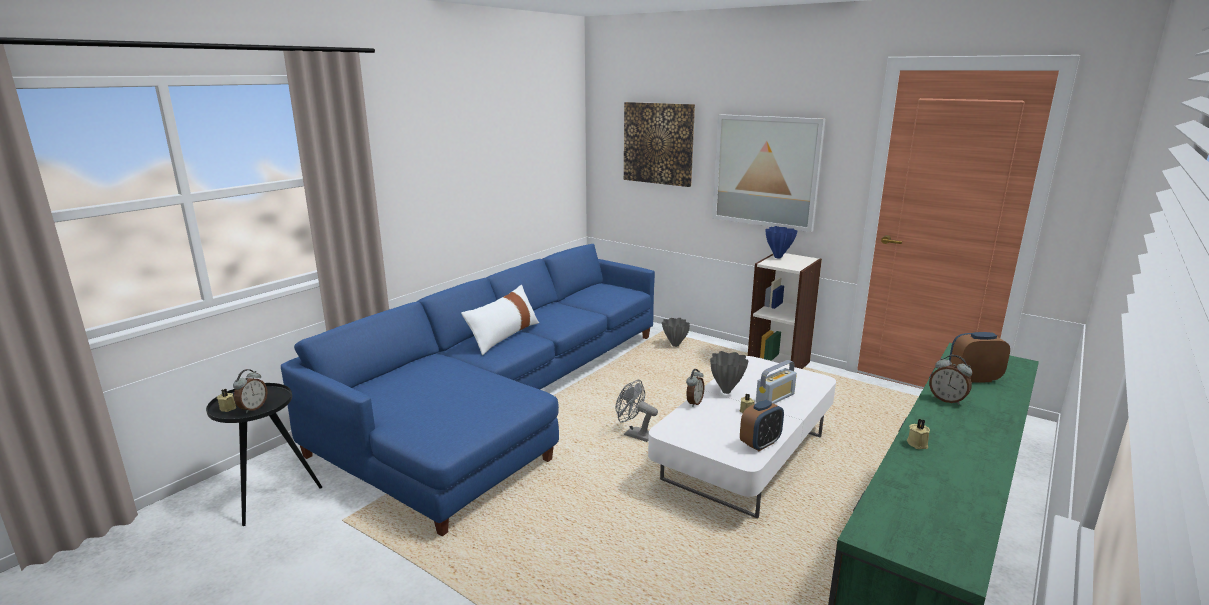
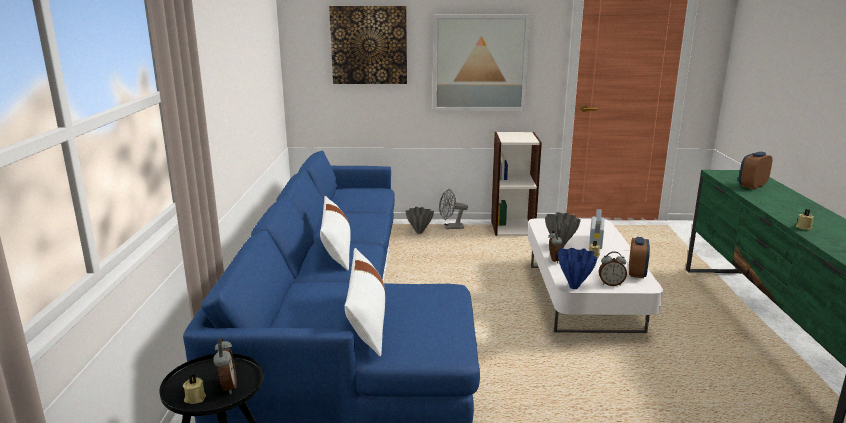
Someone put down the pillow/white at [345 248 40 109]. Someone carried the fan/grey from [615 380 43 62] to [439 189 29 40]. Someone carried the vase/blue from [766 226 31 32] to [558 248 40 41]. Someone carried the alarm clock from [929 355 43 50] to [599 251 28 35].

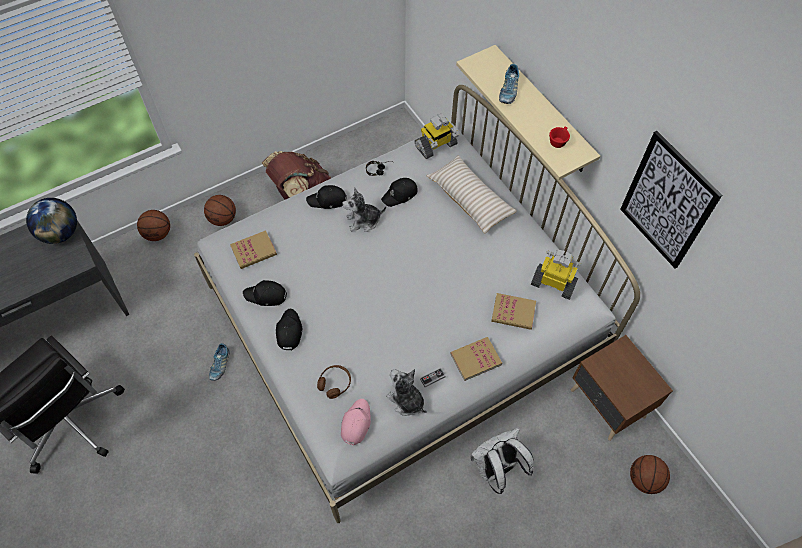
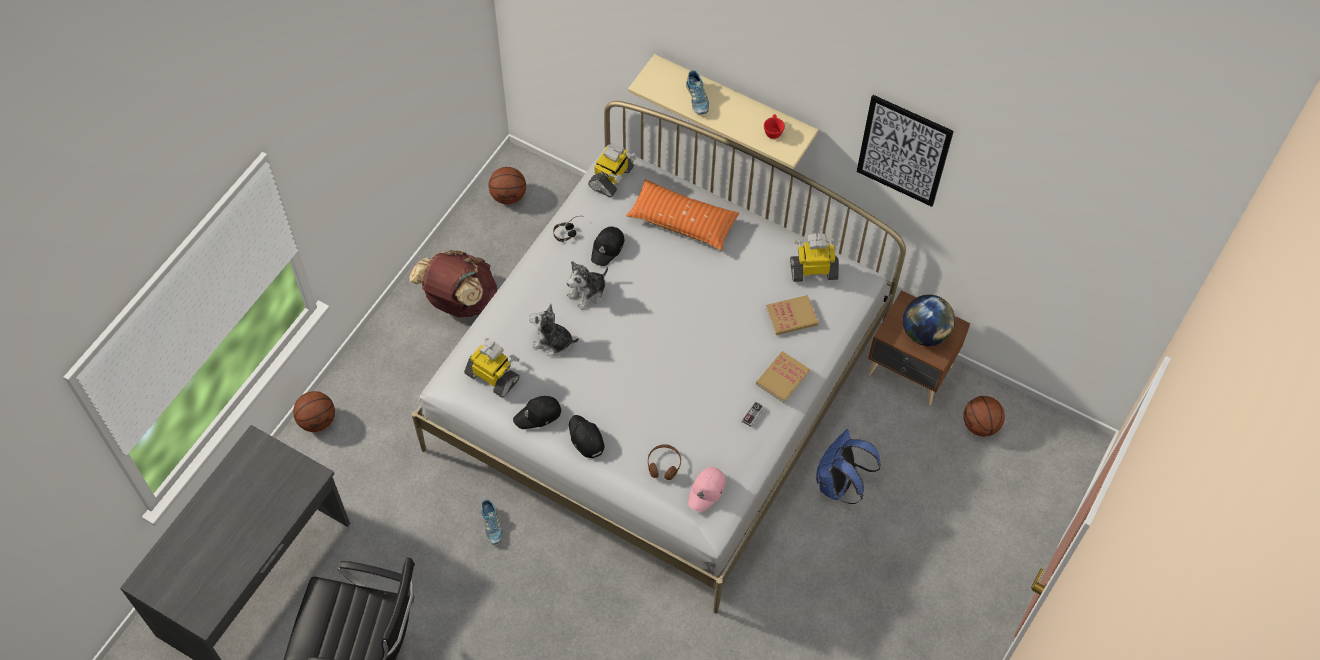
Someone swapped the book at [230 230 47 39] for the toy robot at [464 338 56 60]. Someone carried the basketball from [204 195 32 31] to [489 167 37 37]. Someone carried the plush toy from [386 369 41 47] to [529 304 50 52]. Someone repainted the pillow/beige at [426 156 91 78], which became the pillow/orange at [626 179 113 72]. Someone rotated the cap/pink at [341 399 30 47] by 135 degrees counterclockwise. Someone repainted the backpack/white at [471 428 63 66], which became the backpack/blue at [816 429 65 75]. Someone carried the globe from [26 198 51 46] to [903 295 52 51]. Someone took away the cap/black at [306 185 41 24].

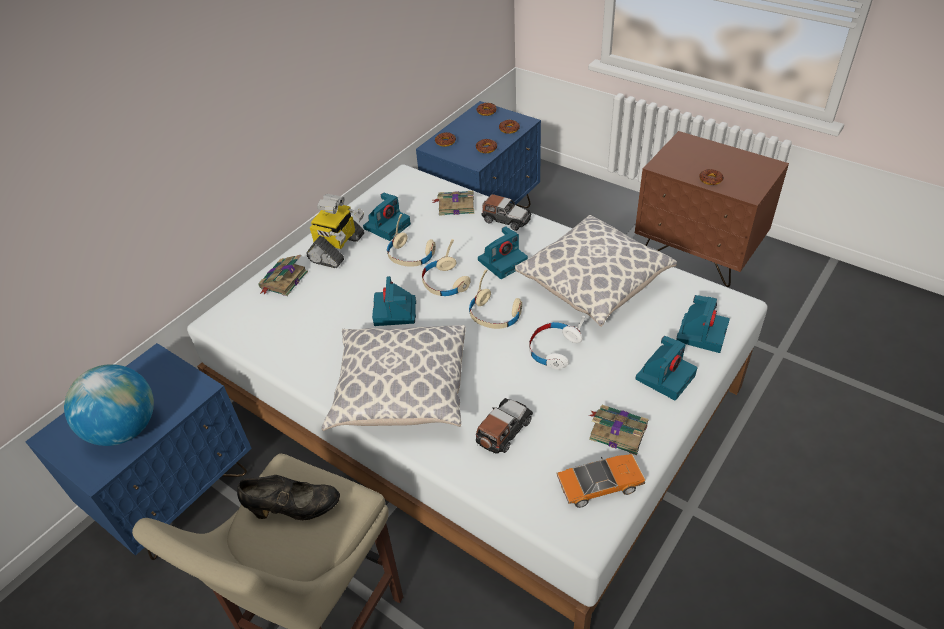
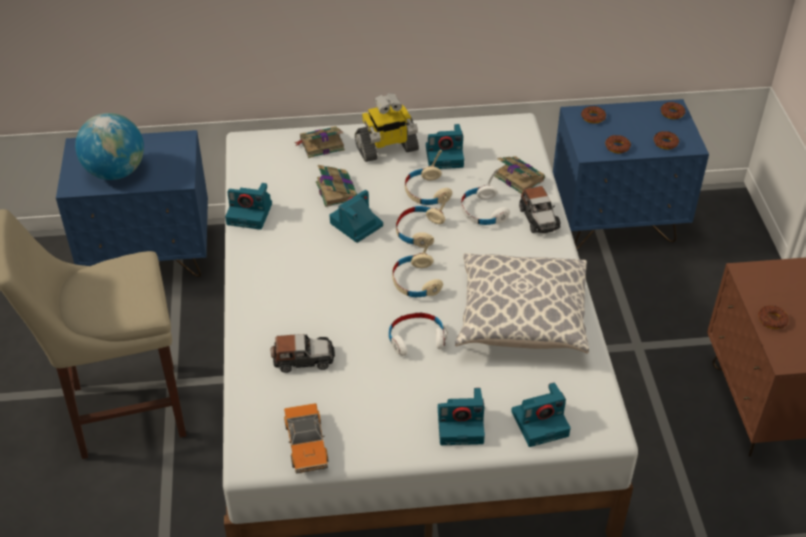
Someone carried the photo camera from [478 226 50 53] to [225 183 47 47]. Someone rotated the toy car at [557 454 89 54] by 45 degrees clockwise. Someone carried the book from [589 405 60 50] to [316 165 41 42]. Someone put down the headphones/white at [461 168 49 57]. Someone took away the shoe/black at [237 475 103 45]. Someone took away the pillow at [322 325 144 106].

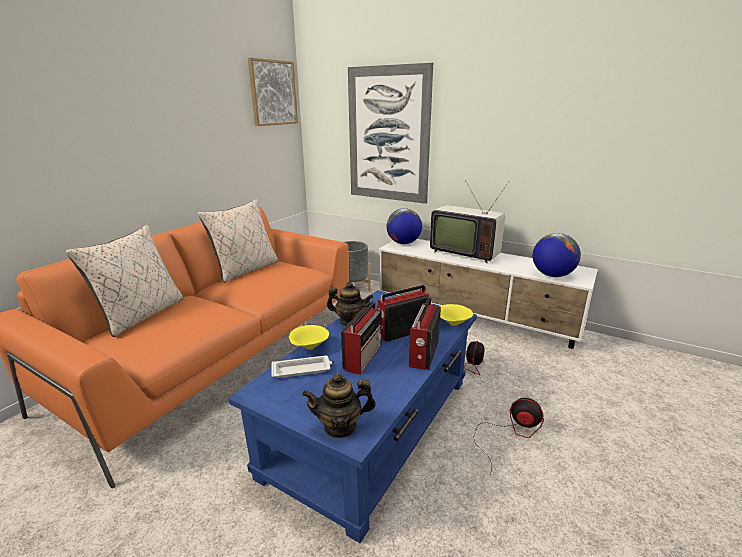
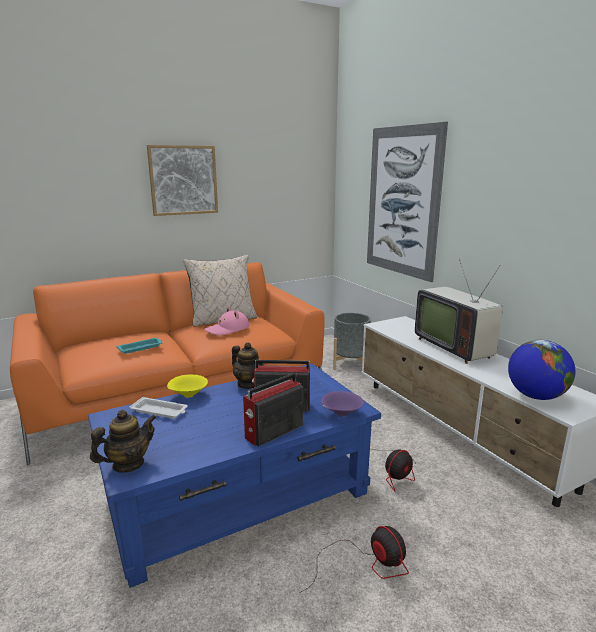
Someone rotated the teapot at [302 373 73 66] by 120 degrees clockwise. Someone put down the tray/turquoise at [116 338 47 16]. Someone carried the picture from [248 58 50 68] to [147 145 71 71]. Someone put down the hat/pink at [204 307 45 28]. Someone repainted the bowl/yellow at [440 304 33 22], which became the bowl/purple at [321 391 43 26]. Someone took away the pillow/beige at [66 225 117 112]. Someone took away the radio at [341 301 41 74]. Someone took away the globe at [387 208 35 36].

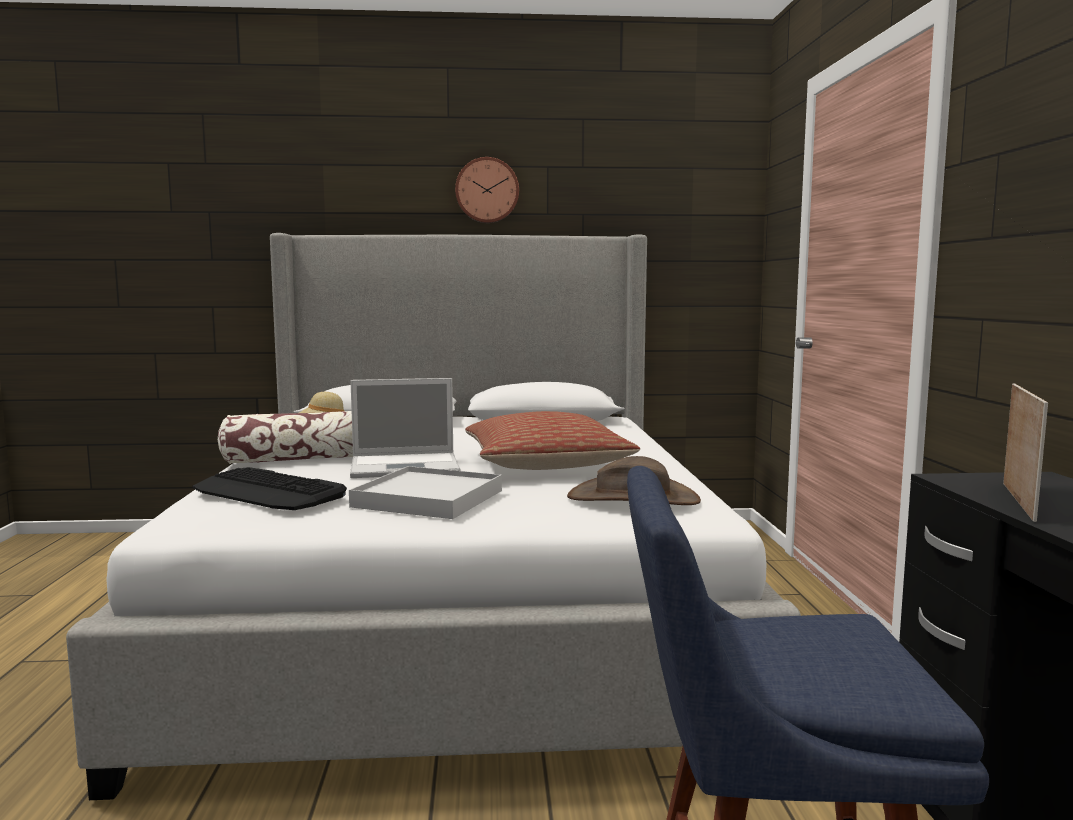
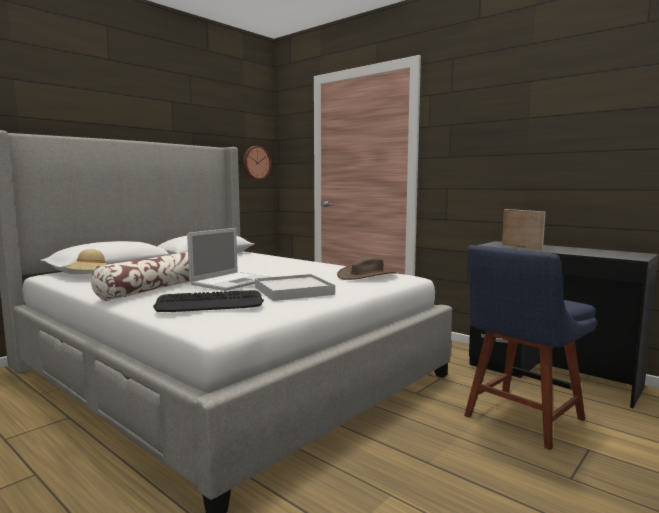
Someone carried the wall clock from [455 157 64 66] to [243 146 28 34]. Someone took away the pillow at [465 411 175 59].

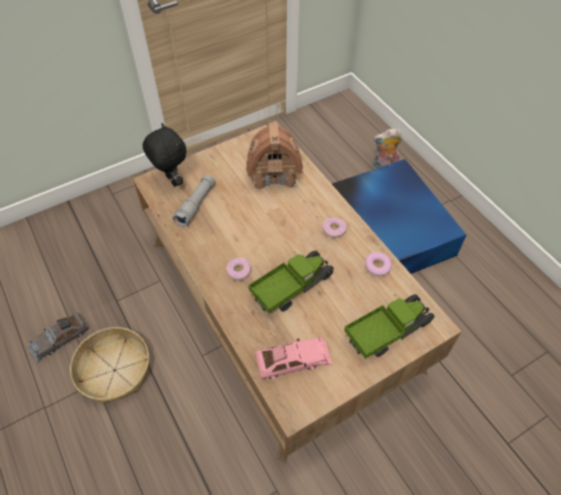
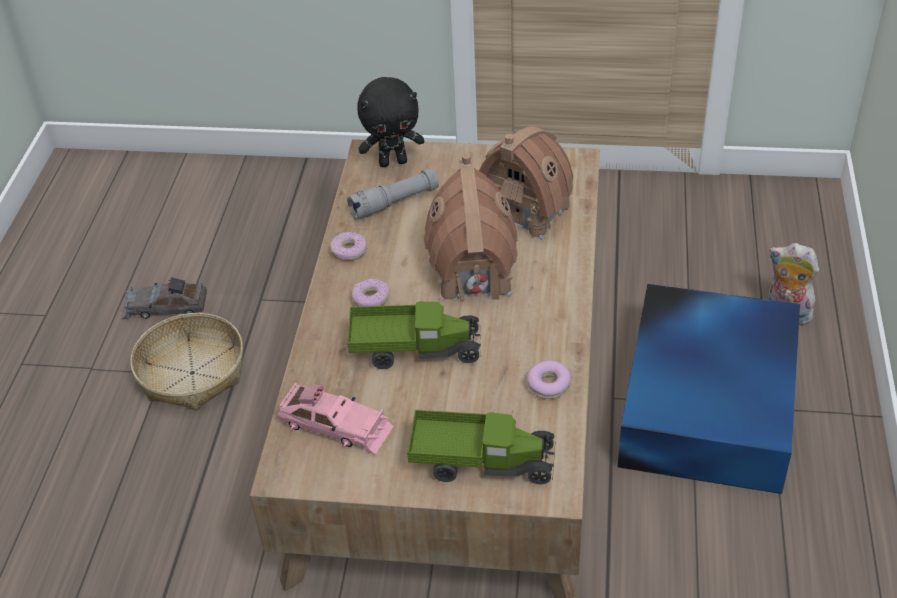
Someone carried the donut from [322 217 25 21] to [330 232 37 29]. Someone rotated the plush toy/black at [142 123 44 63] by 75 degrees clockwise. Someone put down the toy house at [424 153 94 149].

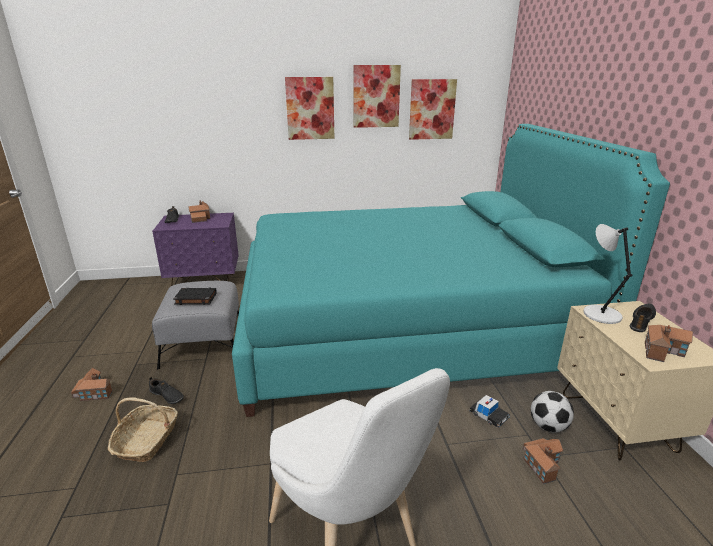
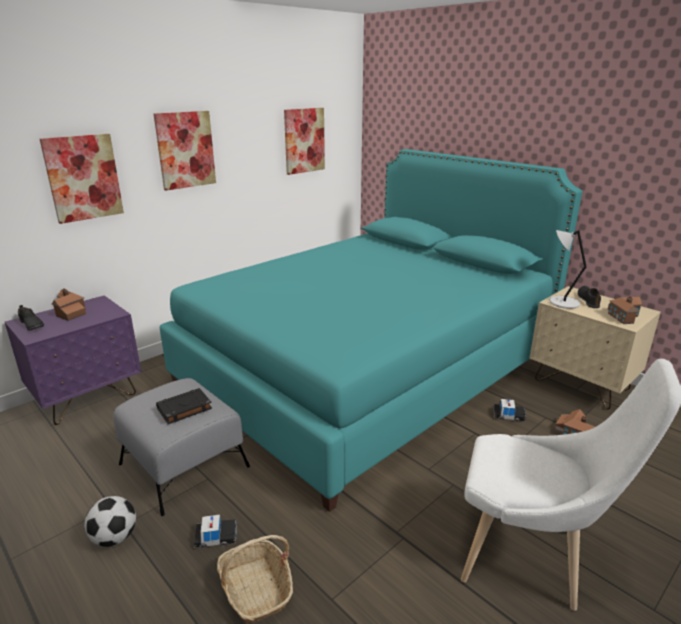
Someone carried the picture from [353 65 48 63] to [40 134 84 90]. Someone carried the football from [531 391 43 42] to [84 496 52 51]. Someone swapped the shoe/black at [149 377 35 27] for the toy car at [194 514 43 35]. Someone took away the toy house at [71 368 41 33].

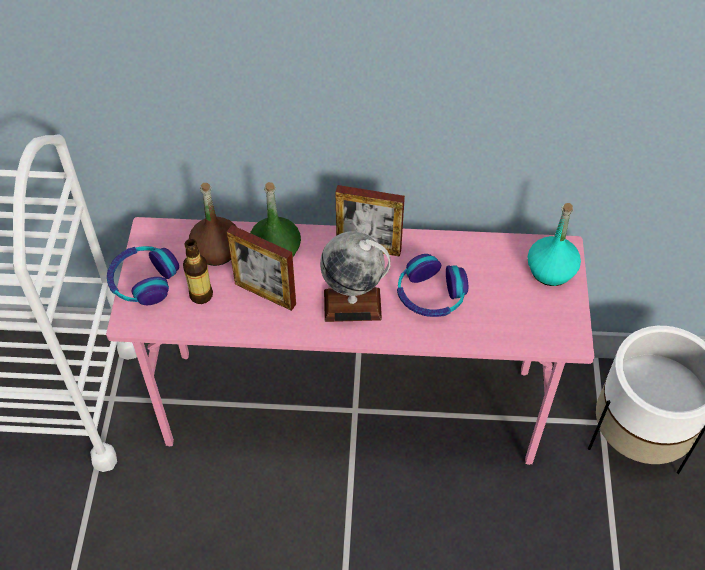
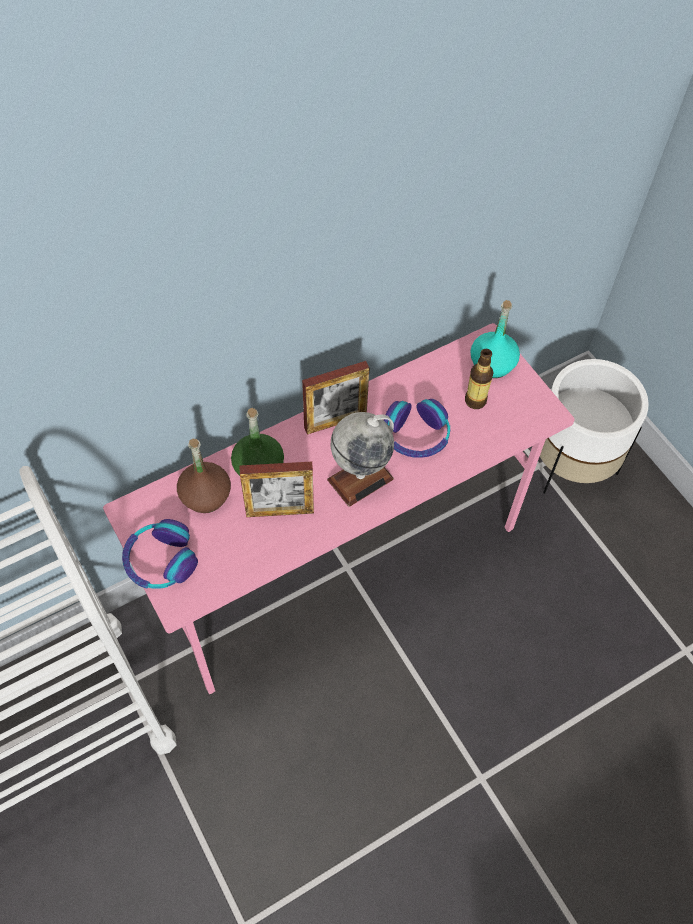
Someone carried the bottle from [183 239 30 65] to [465 349 29 60].

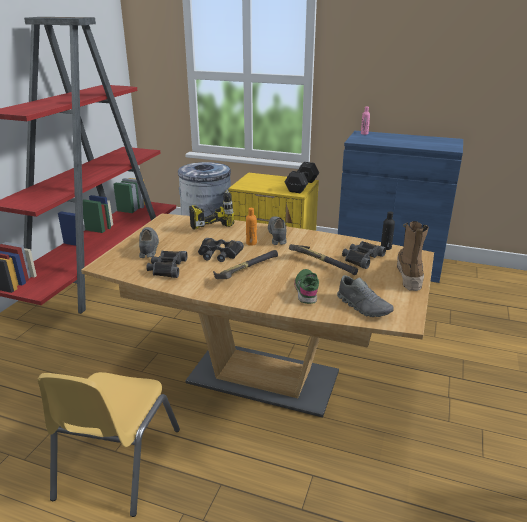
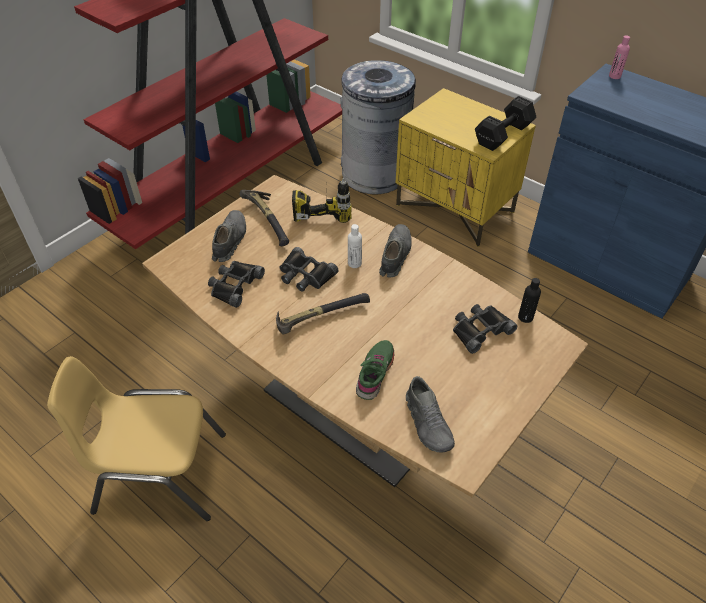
Someone rotated the chair/yellow at [37 372 143 145] by 60 degrees clockwise. Someone carried the hammer from [289 244 69 31] to [239 190 50 56]. Someone repainted the bottle/orange at [246 208 11 38], which became the bottle/white at [348 224 14 44]. Someone took away the boot at [397 221 32 70].

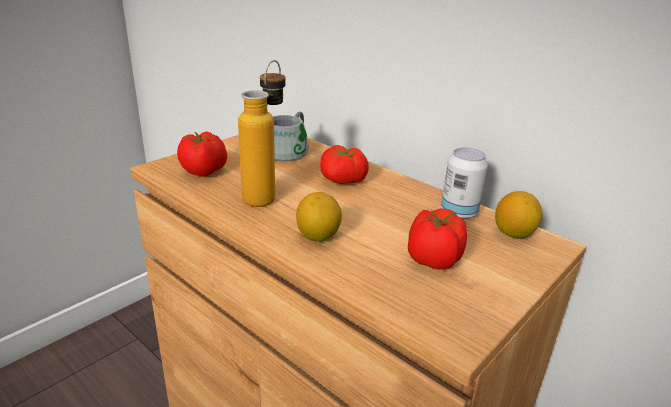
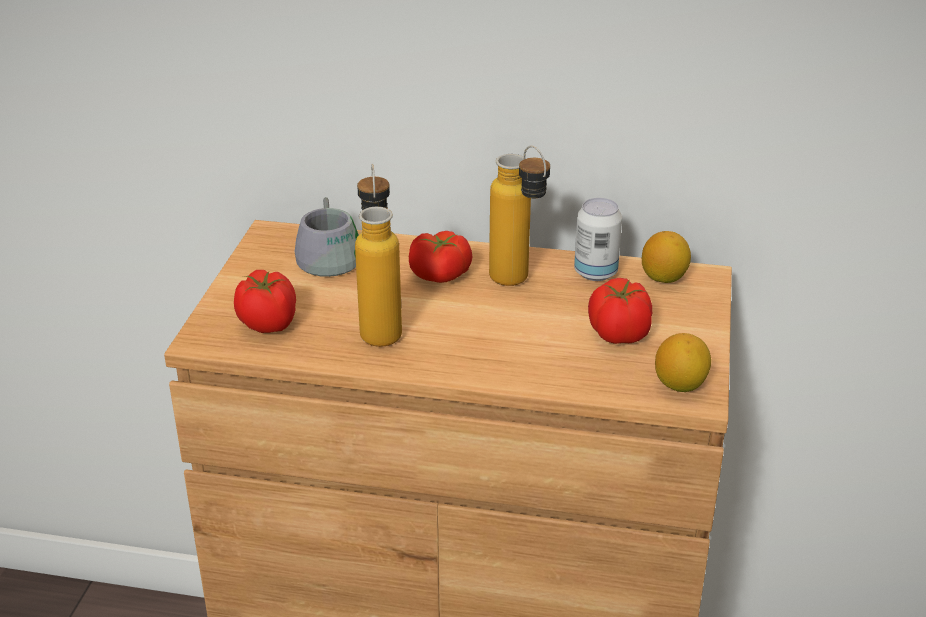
Someone put down the bottle at [489 146 61 140]. Someone carried the lemon from [296 192 46 50] to [655 333 56 59].

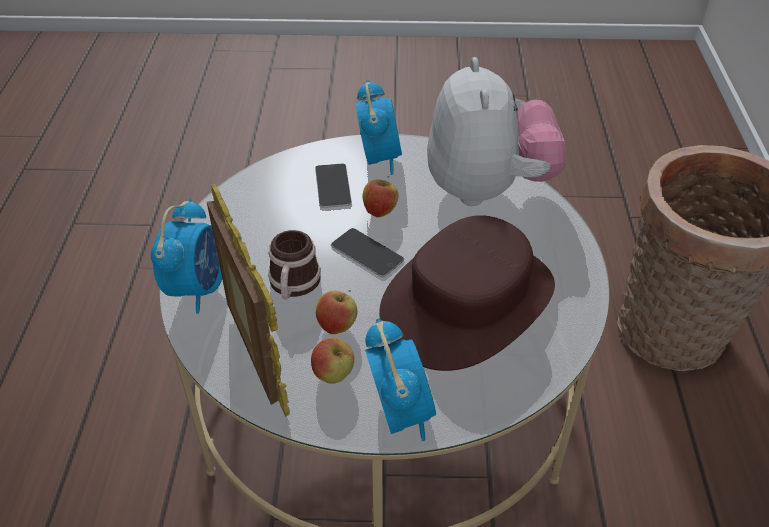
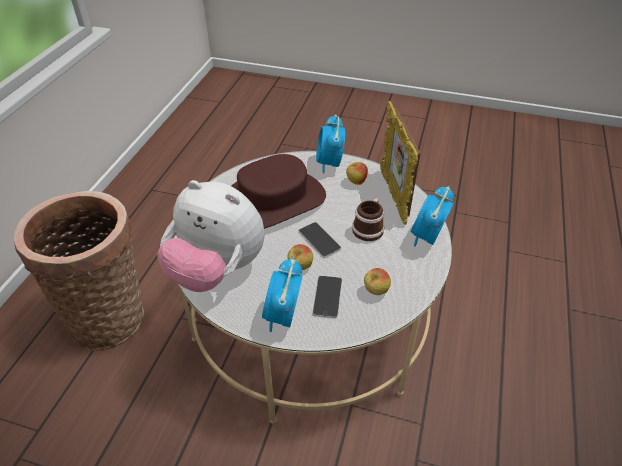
Someone rotated the plush toy at [427 57 139 149] by 75 degrees counterclockwise. Someone carried the apple from [316 290 42 44] to [364 268 27 27].

